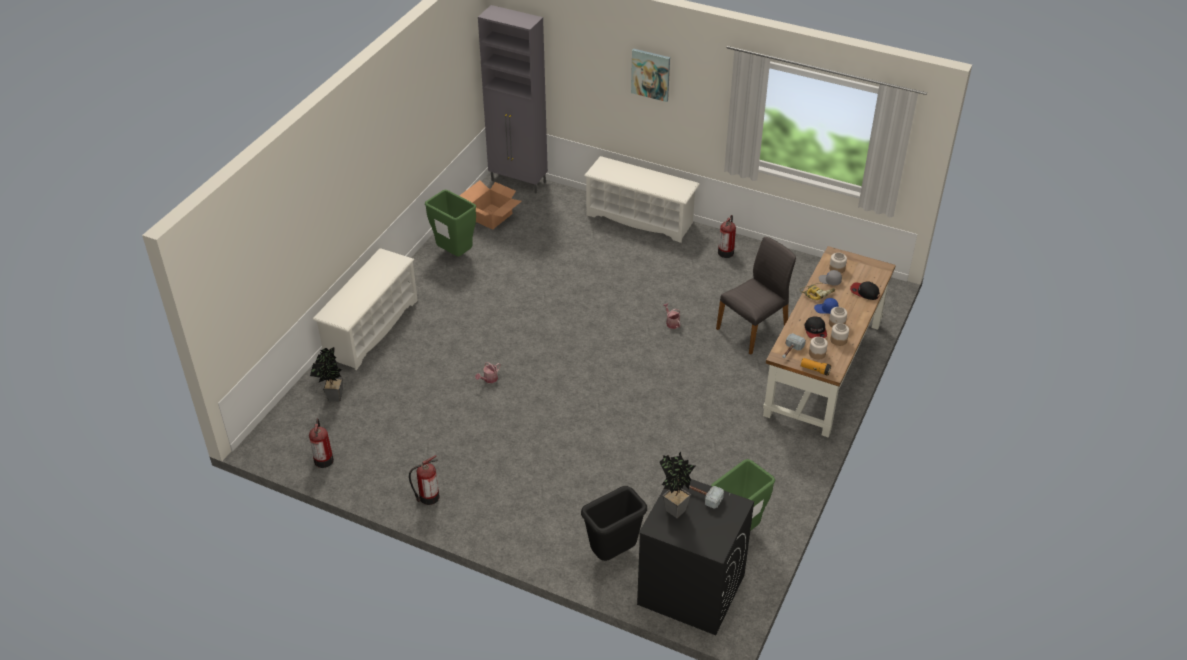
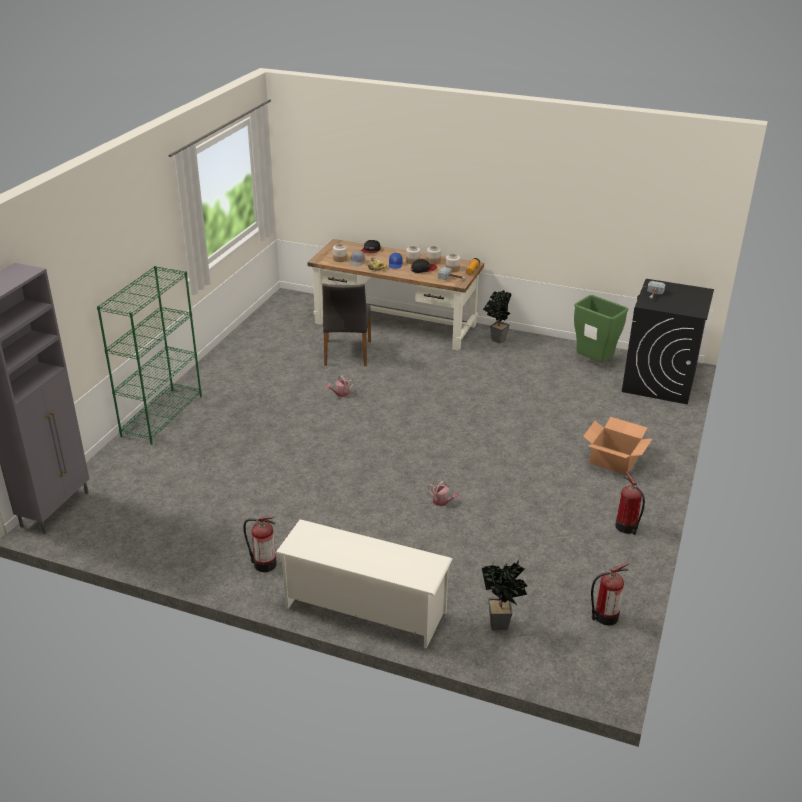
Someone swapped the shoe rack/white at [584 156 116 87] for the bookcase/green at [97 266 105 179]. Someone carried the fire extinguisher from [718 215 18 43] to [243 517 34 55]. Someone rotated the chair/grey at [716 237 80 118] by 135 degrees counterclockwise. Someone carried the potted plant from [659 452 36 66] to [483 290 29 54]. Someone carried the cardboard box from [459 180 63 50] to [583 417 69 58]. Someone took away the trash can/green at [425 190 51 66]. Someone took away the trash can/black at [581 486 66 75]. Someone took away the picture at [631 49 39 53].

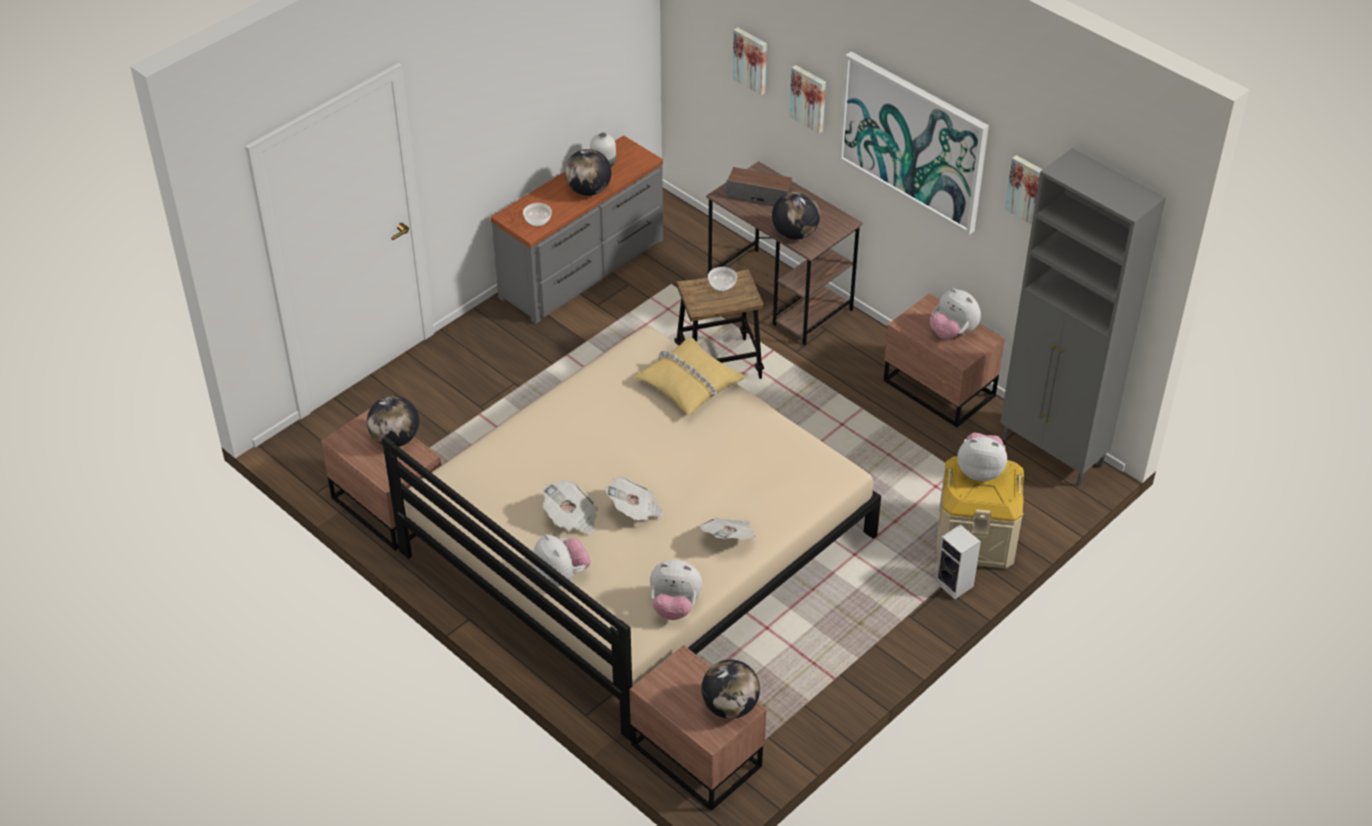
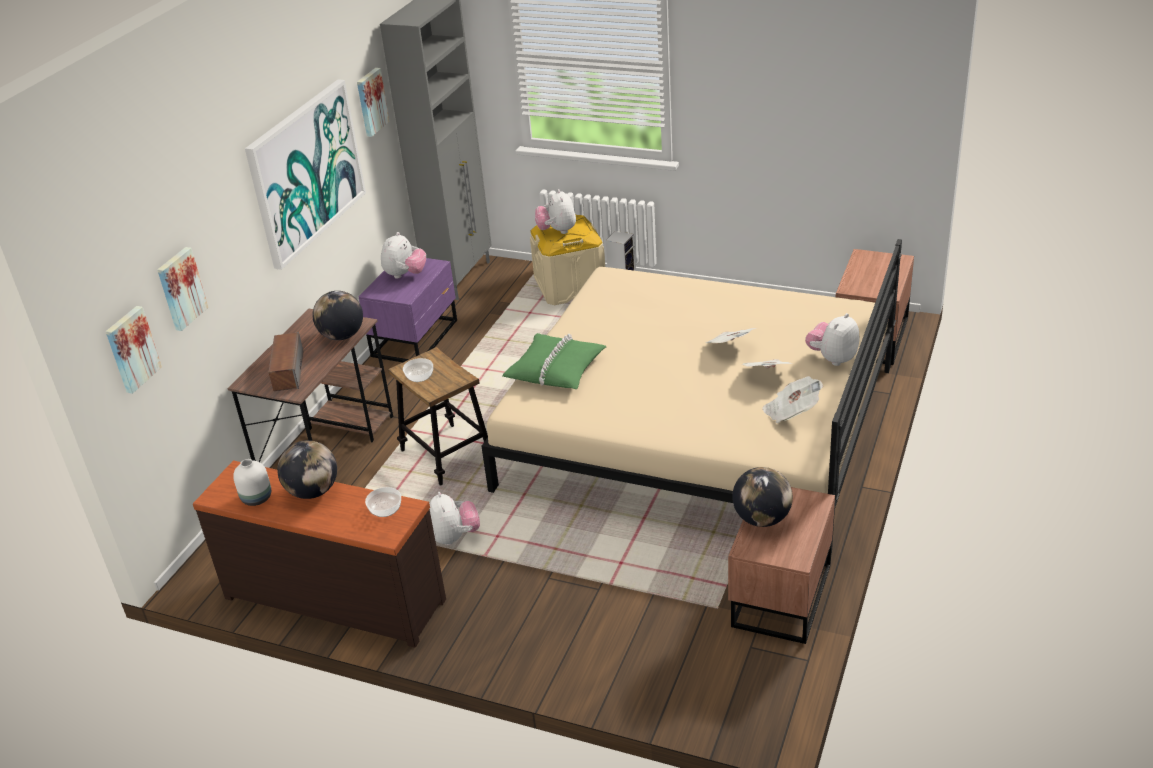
Someone carried the picture from [789 65 37 69] to [105 306 57 88]. Someone repainted the dresser/grey at [490 135 173 189], which became the dresser/brown at [193 460 253 188]. Someone repainted the nightstand/brown at [884 293 121 134], which became the nightstand/purple at [359 258 98 104]. Someone carried the plush toy from [650 560 52 60] to [430 492 50 53]. Someone repainted the pillow/yellow at [635 337 111 79], which became the pillow/green at [503 333 103 56]. Someone carried the newspaper from [700 517 55 23] to [762 376 61 48]. Someone took away the globe at [701 660 59 59].

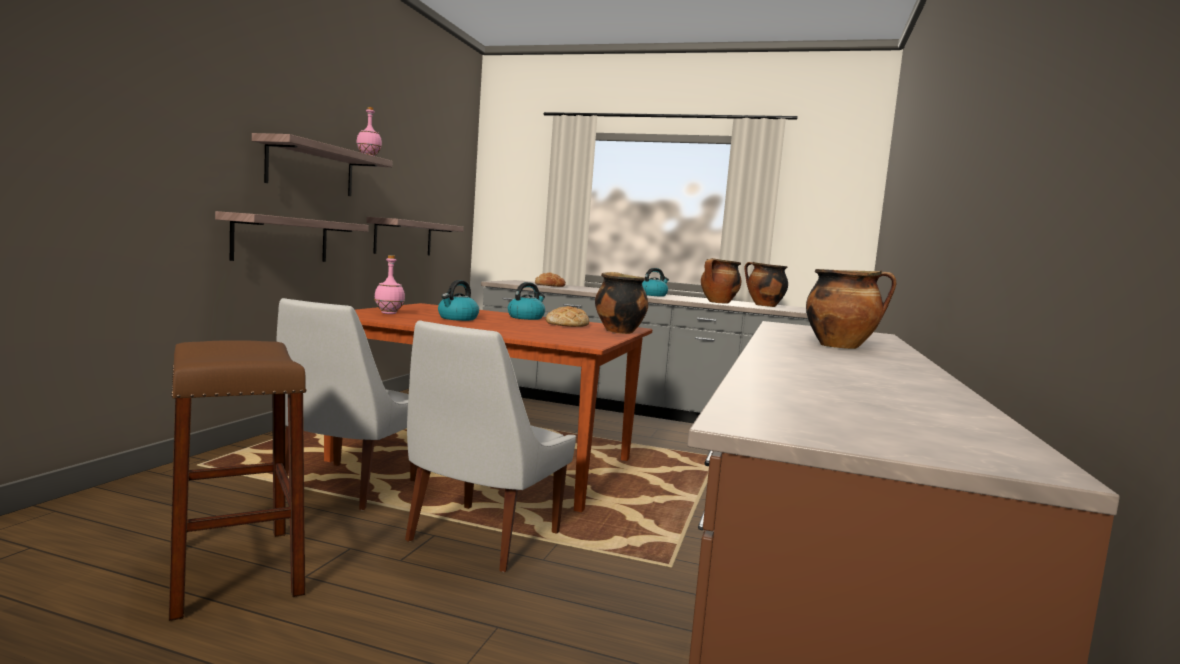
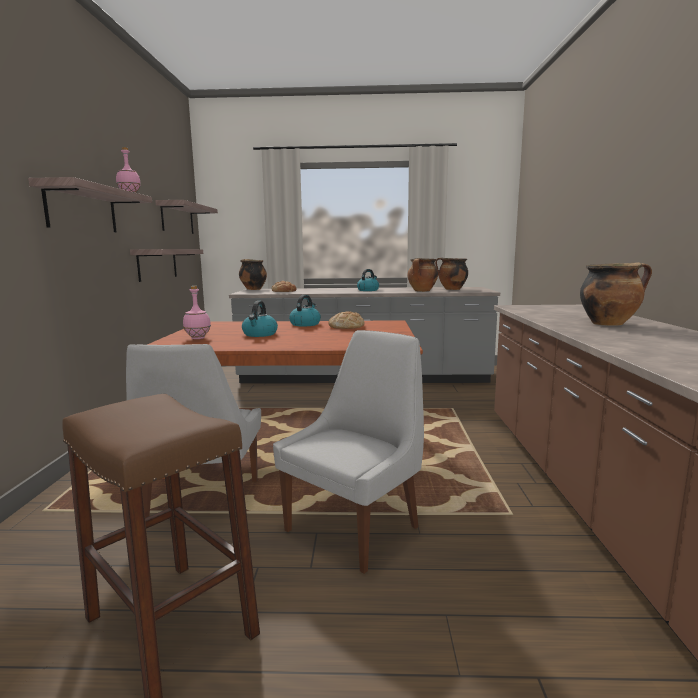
Someone carried the shelf from [215 211 154 51] to [155 200 63 34]. Someone carried the cooking pot from [595 272 53 62] to [239 259 28 31]. Someone rotated the chair/white at [405 320 171 252] by 150 degrees counterclockwise.

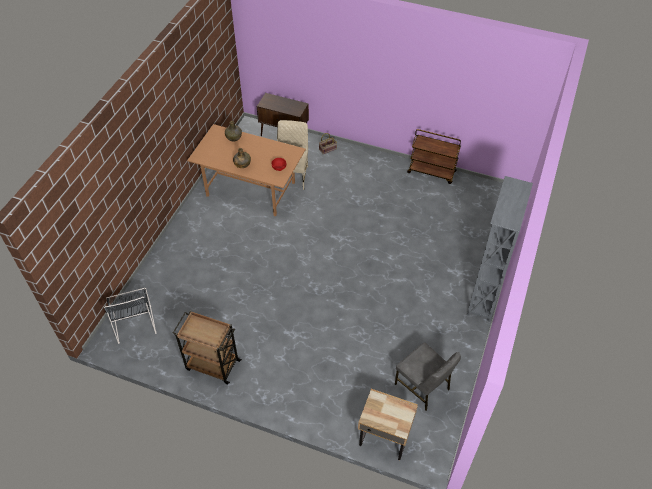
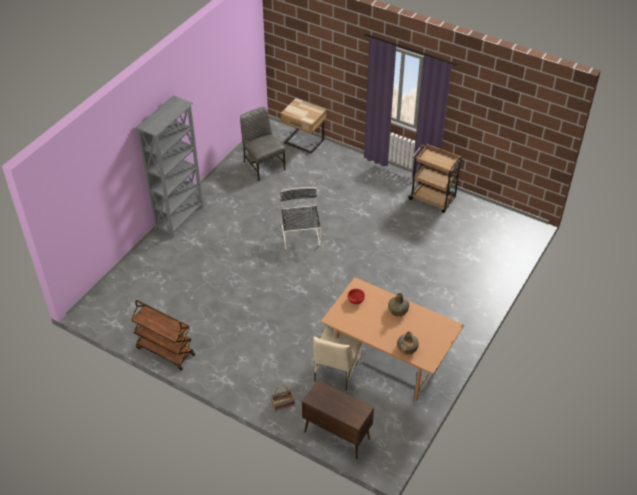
Someone carried the chair/black from [104 288 53 56] to [281 187 40 62].

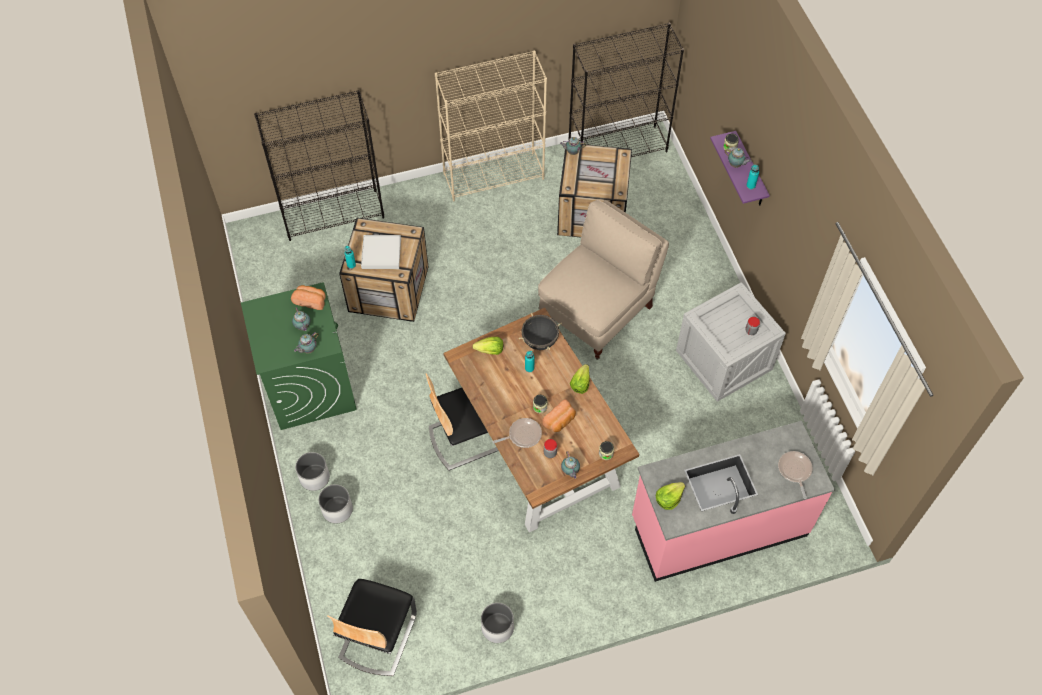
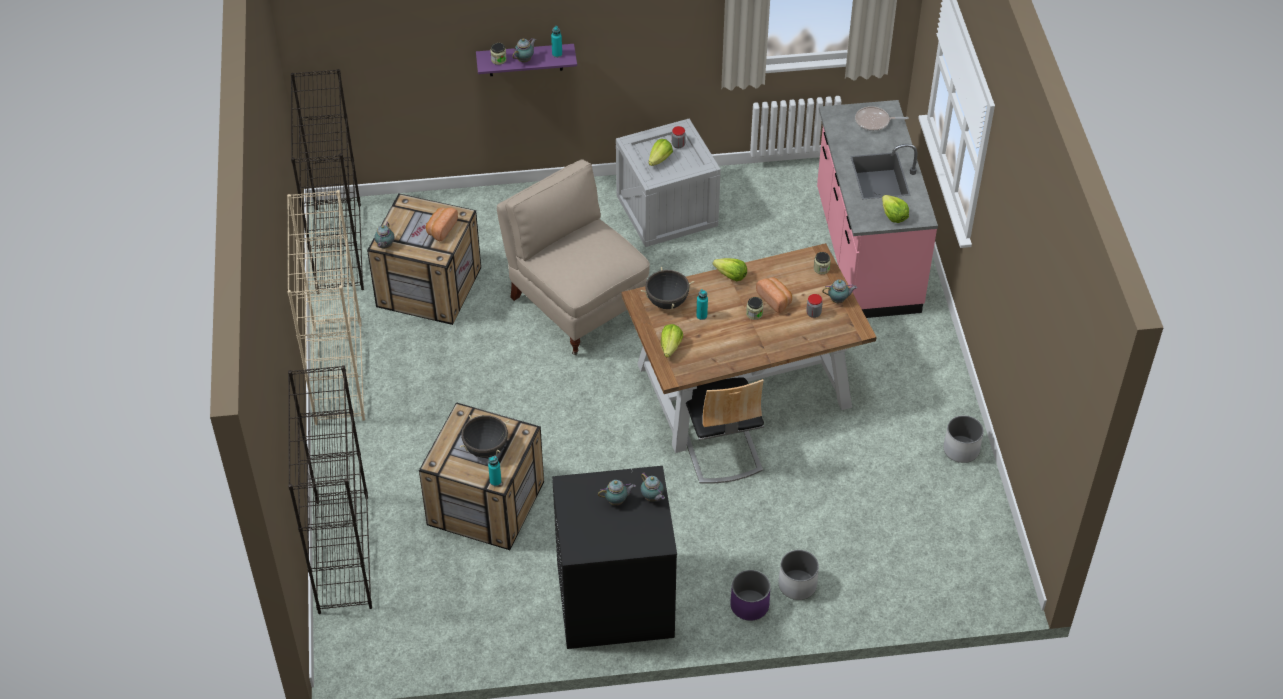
Someone carried the bread from [291 285 35 25] to [426 207 32 34]. Someone swapped the tray/white at [361 235 40 34] for the cooking pot/black at [460 415 49 43]. Someone repainted the washing machine/green at [241 282 116 148], which became the washing machine/black at [552 466 125 183]. Someone put down the lettuce at [648 139 25 27]. Someone repainted the planter/white at [295 452 35 39], which became the planter/purple at [730 570 41 51]. Someone took away the chair at [327 579 90 97]. Someone took away the frying pan at [493 418 49 30].

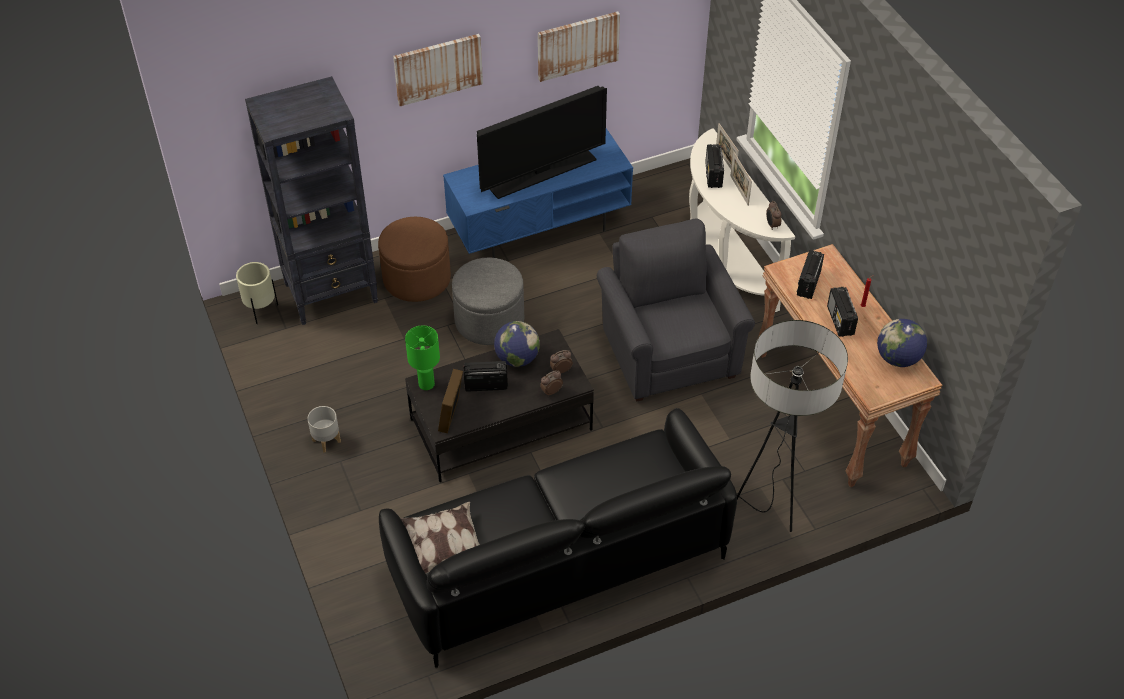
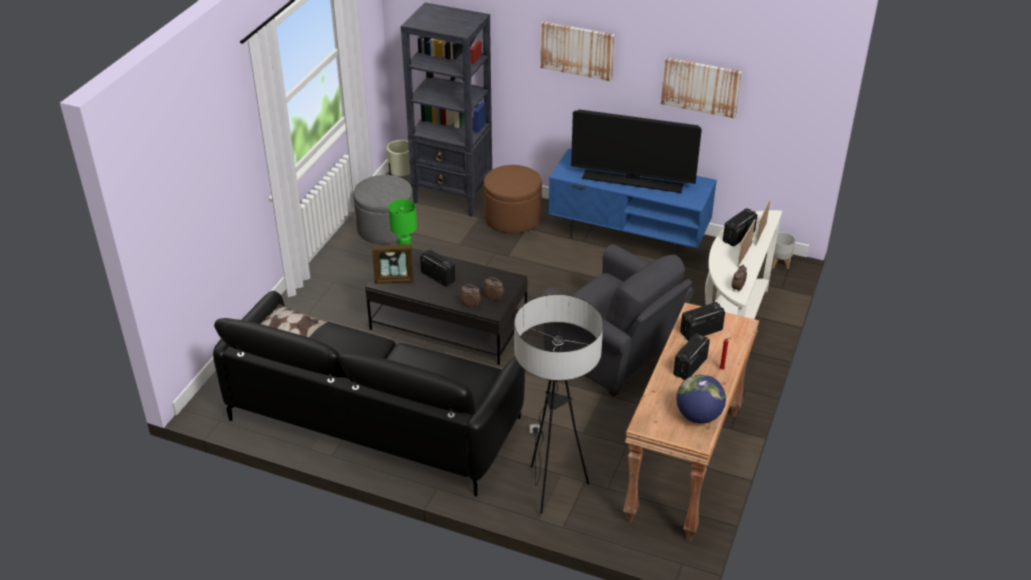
Someone carried the ottoman/grey from [452 257 72 88] to [353 175 60 70]. Someone rotated the picture frame at [438 369 25 64] by 150 degrees counterclockwise. Someone rotated the armchair/grey at [597 218 158 184] by 105 degrees clockwise. Someone carried the planter/grey from [307 406 34 47] to [772 232 23 37]. Someone took away the globe at [494 321 46 46].

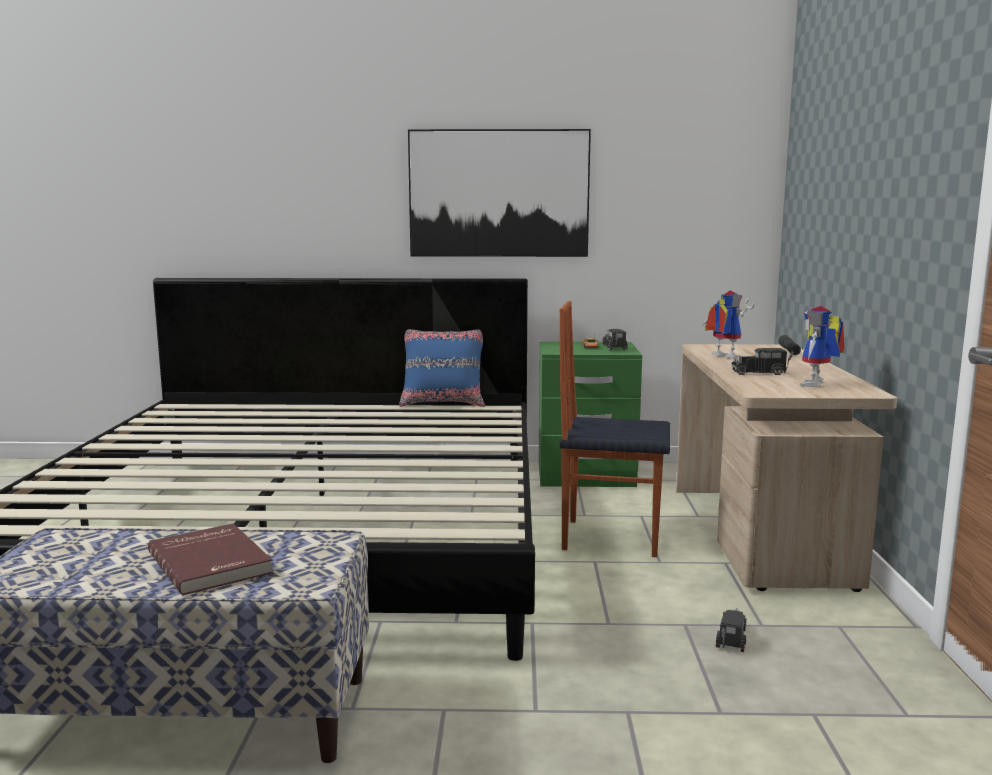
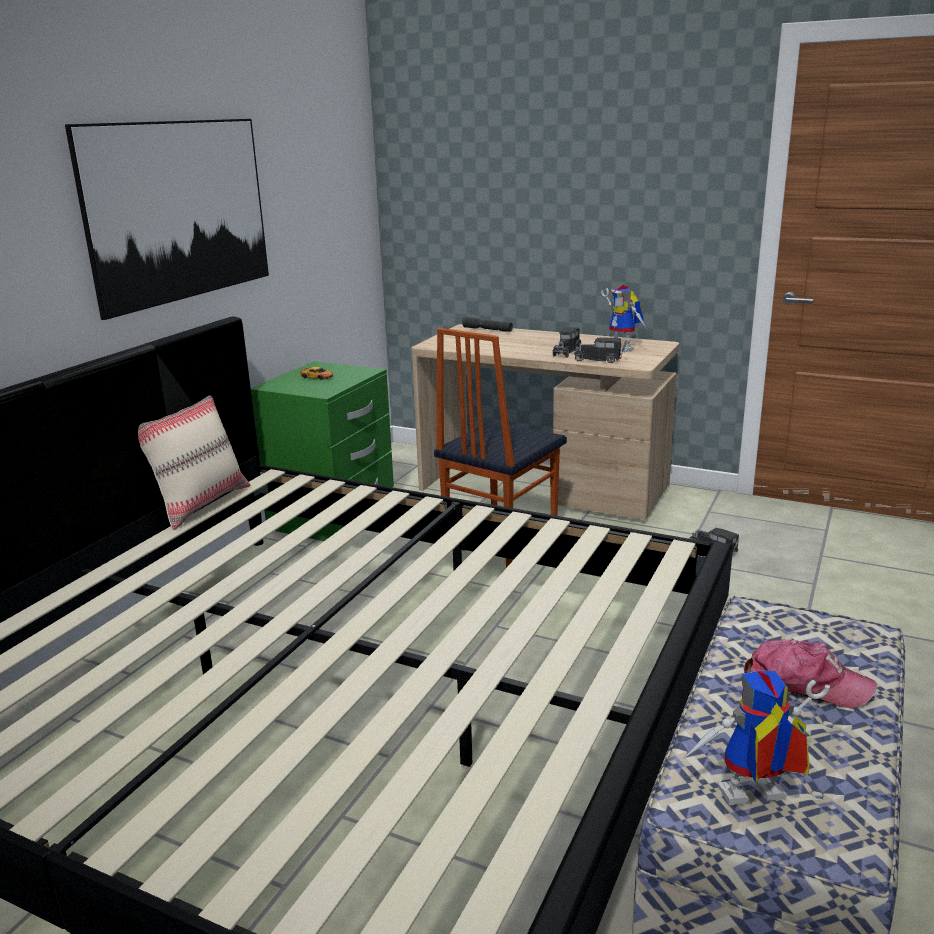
Someone repainted the pillow/blue at [399 329 86 78], which became the pillow/beige at [138 395 113 135]. Someone carried the toy truck from [602 329 26 21] to [574 337 53 26]. Someone carried the toy robot from [702 291 53 68] to [683 671 147 135]. Someone swapped the book/red at [148 524 125 71] for the cap at [744 639 133 69].

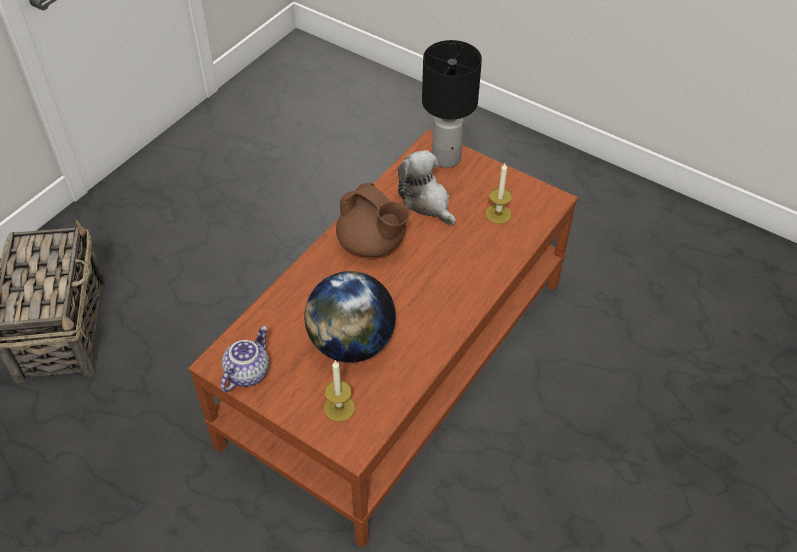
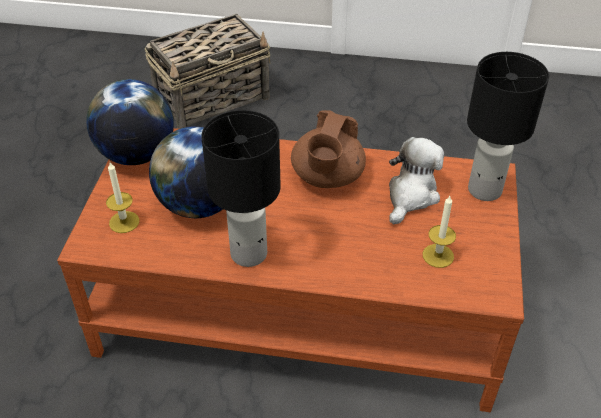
Someone swapped the teapot at [220 326 49 66] for the globe at [86 79 88 86]. Someone put down the table lamp/black at [201 110 80 157].

